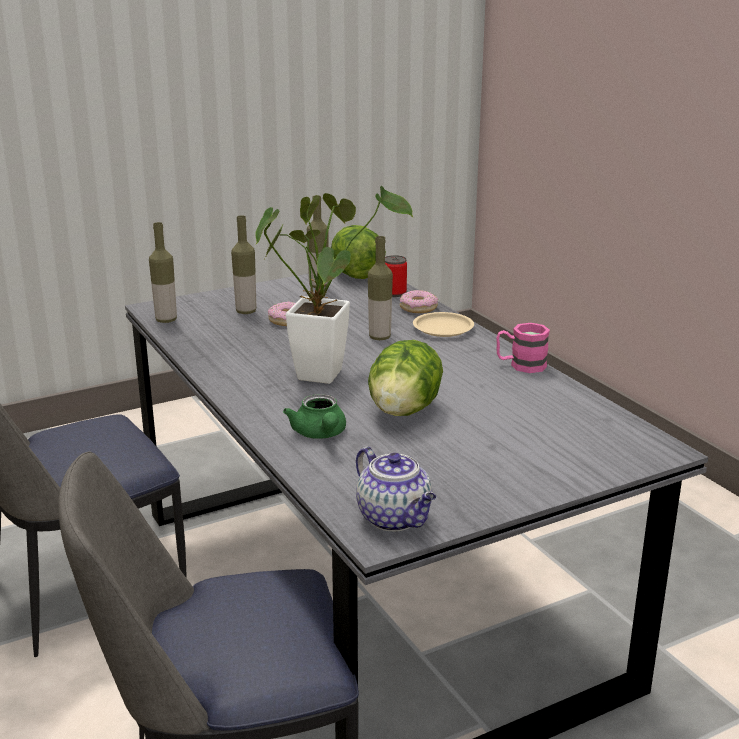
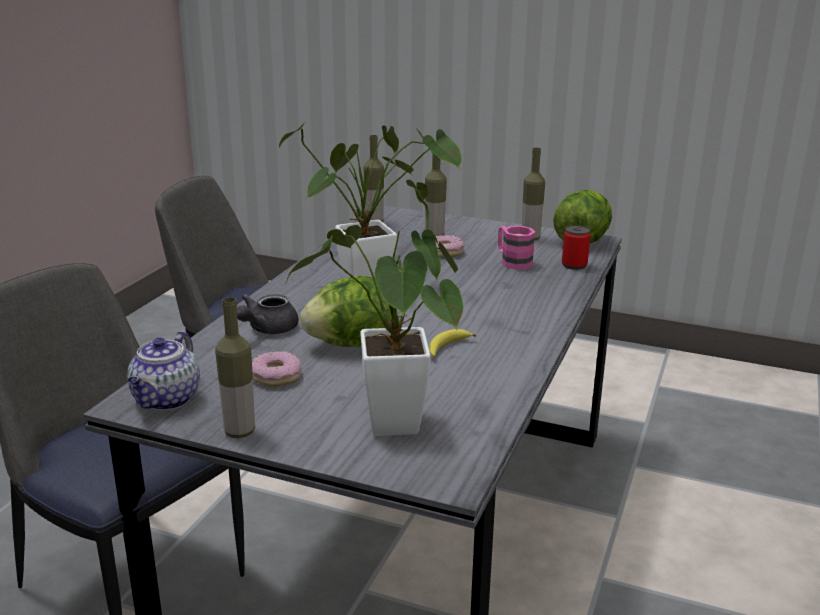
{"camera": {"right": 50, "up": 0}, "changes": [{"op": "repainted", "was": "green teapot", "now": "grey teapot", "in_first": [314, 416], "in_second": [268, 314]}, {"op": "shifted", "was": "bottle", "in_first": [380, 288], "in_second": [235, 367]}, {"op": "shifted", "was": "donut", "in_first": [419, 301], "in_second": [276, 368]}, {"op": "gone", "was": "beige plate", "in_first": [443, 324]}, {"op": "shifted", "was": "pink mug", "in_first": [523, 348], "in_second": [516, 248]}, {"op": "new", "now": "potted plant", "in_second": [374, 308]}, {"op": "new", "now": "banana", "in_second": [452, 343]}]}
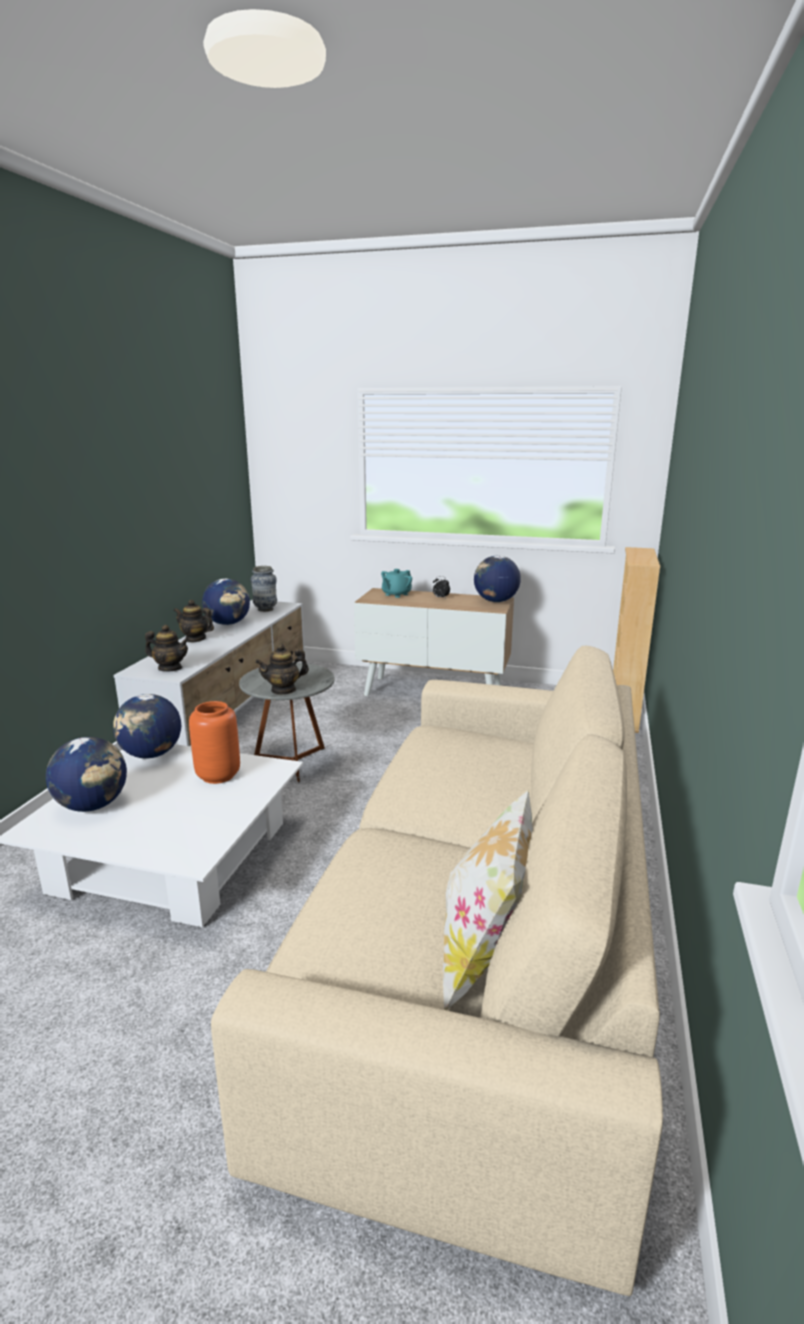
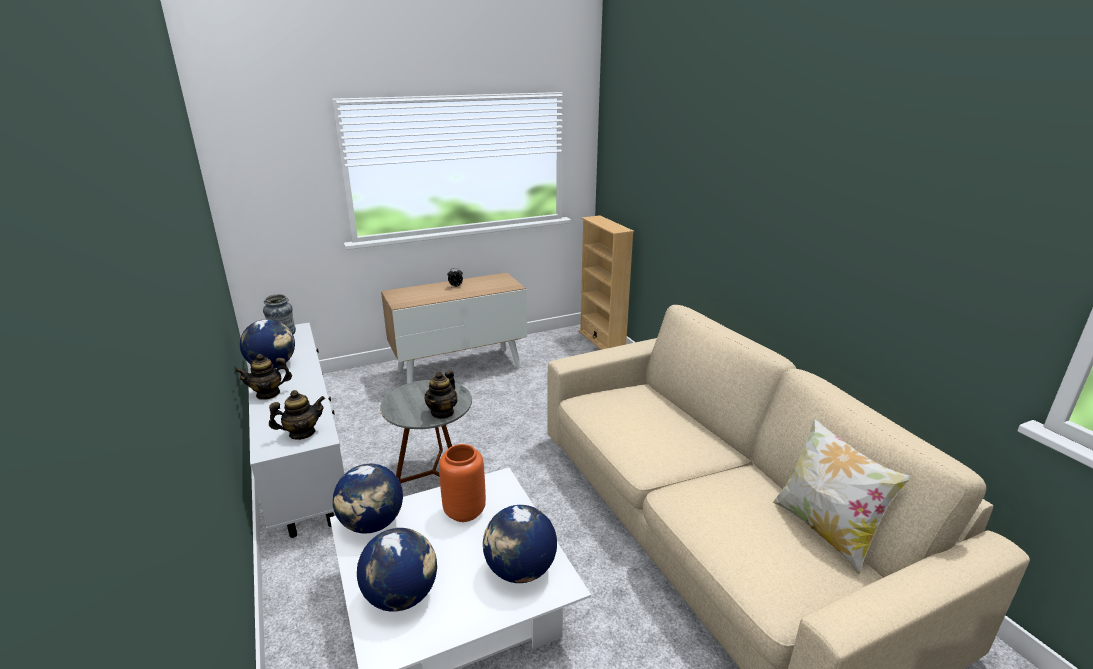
{"camera": {"right": -40, "up": 5}, "changes": [{"op": "gone", "was": "turquoise teapot", "in_first": [396, 583]}, {"op": "shifted", "was": "globe", "in_first": [497, 578], "in_second": [520, 544]}]}
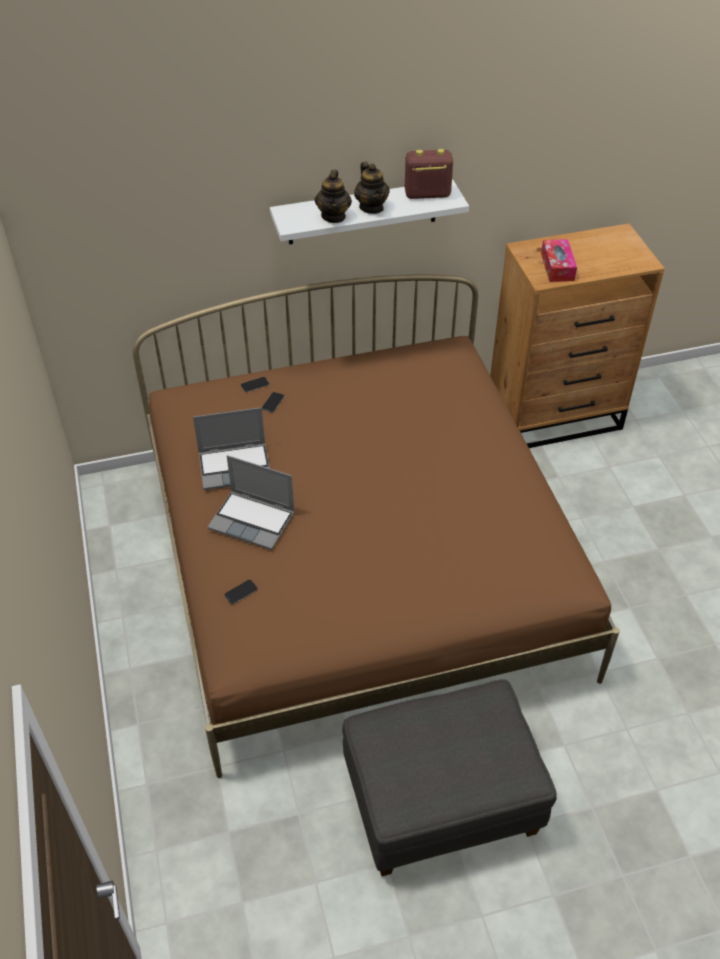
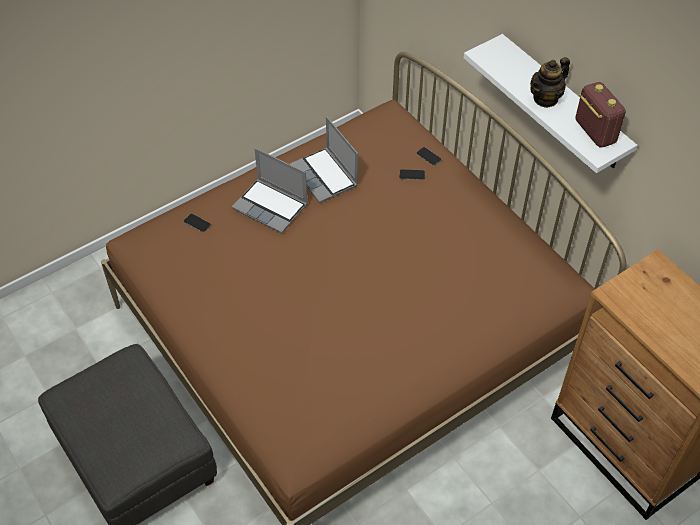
{"camera": {"right": 70, "up": 5}, "changes": [{"op": "rotated", "was": "laptop", "in_first": [251, 502], "in_second": [270, 191], "clockwise": -60}, {"op": "gone", "was": "teapot", "in_first": [333, 196]}, {"op": "gone", "was": "tissue box", "in_first": [559, 260]}]}
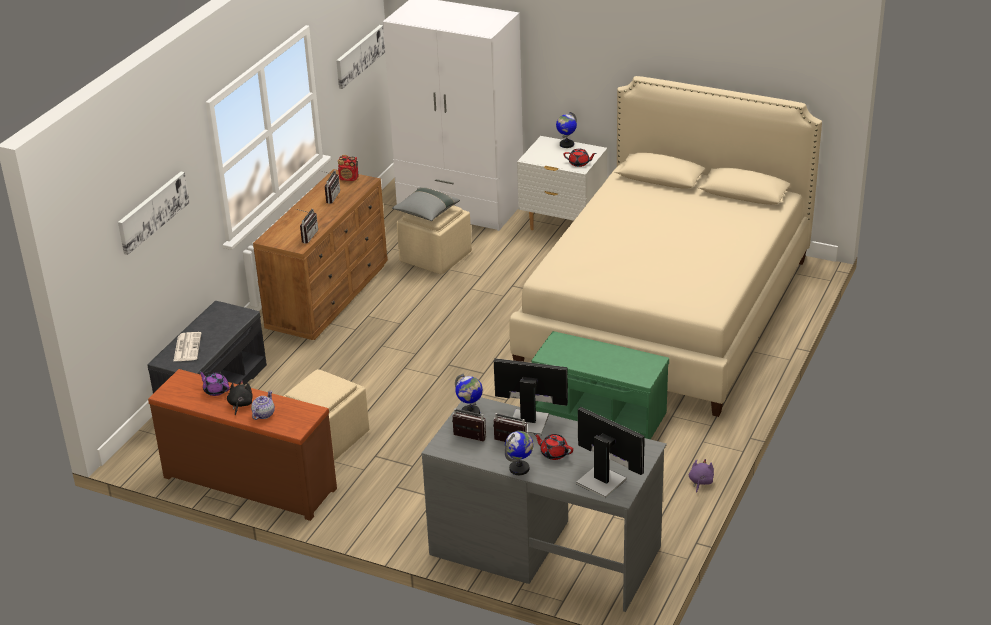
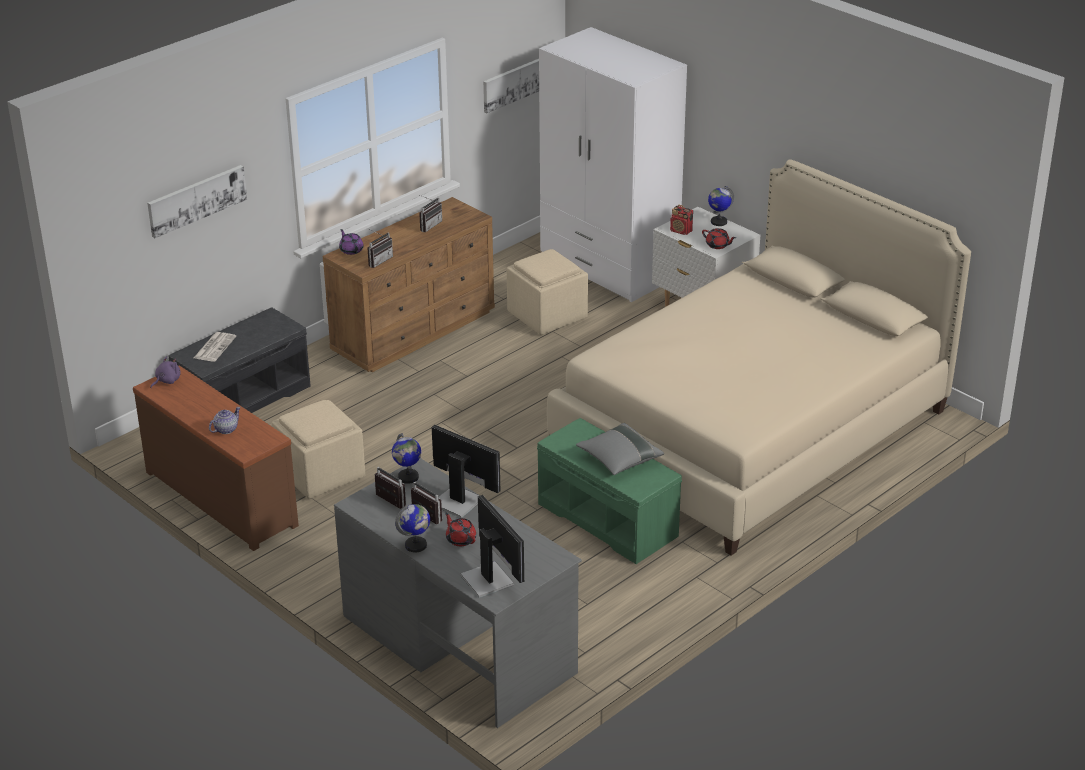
{"camera": {"right": 20, "up": 0}, "changes": [{"op": "shifted", "was": "purple teapot", "in_first": [214, 383], "in_second": [351, 242]}, {"op": "gone", "was": "black plush toy", "in_first": [240, 398]}, {"op": "shifted", "was": "radio", "in_first": [348, 168], "in_second": [681, 220]}, {"op": "shifted", "was": "grey pillow", "in_first": [426, 204], "in_second": [620, 449]}, {"op": "shifted", "was": "purple plush toy", "in_first": [701, 476], "in_second": [165, 372]}]}
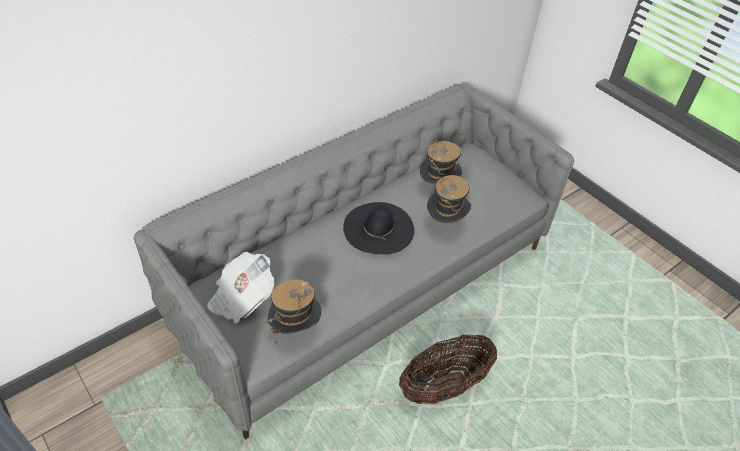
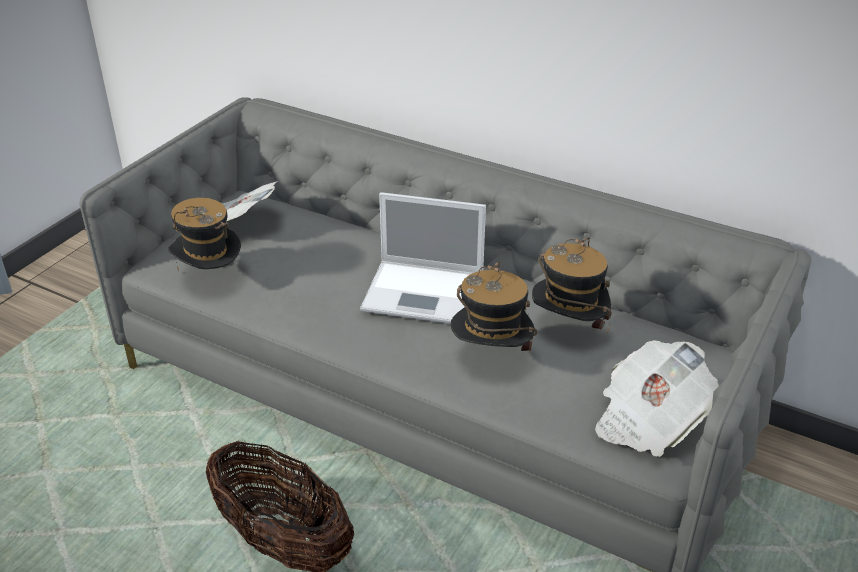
{"camera": {"right": 70, "up": -10}, "changes": [{"op": "swapped", "was": "black hat", "now": "laptop", "in_first": [378, 228], "in_second": [423, 258]}, {"op": "new", "now": "newspaper", "in_second": [657, 398]}]}
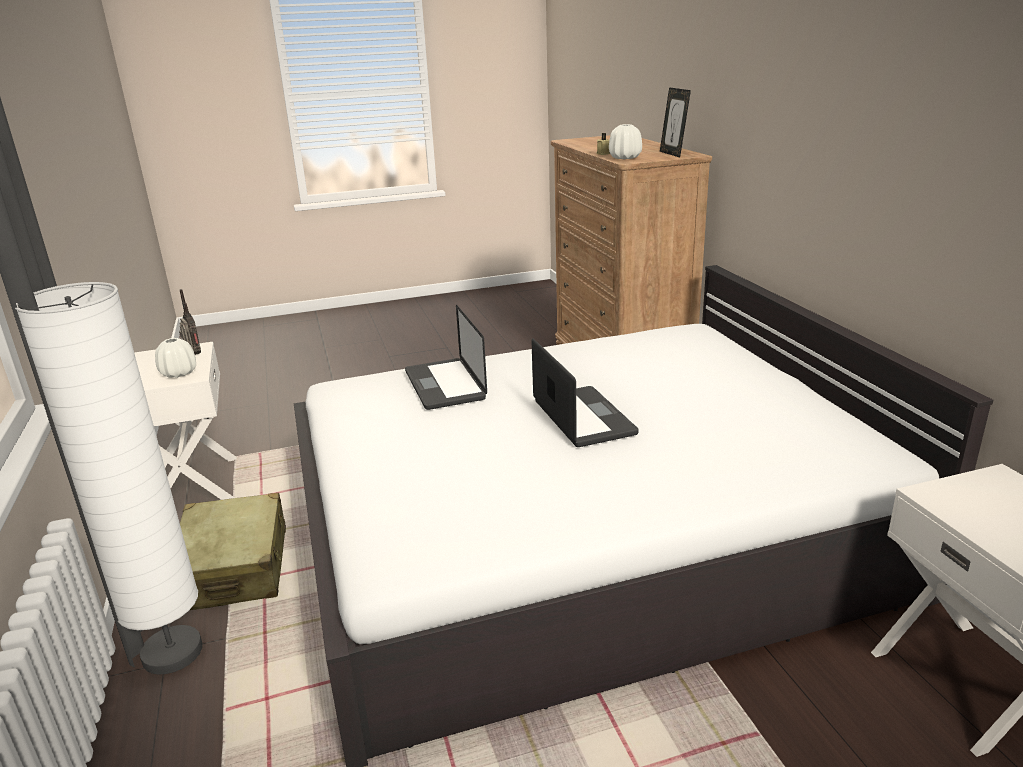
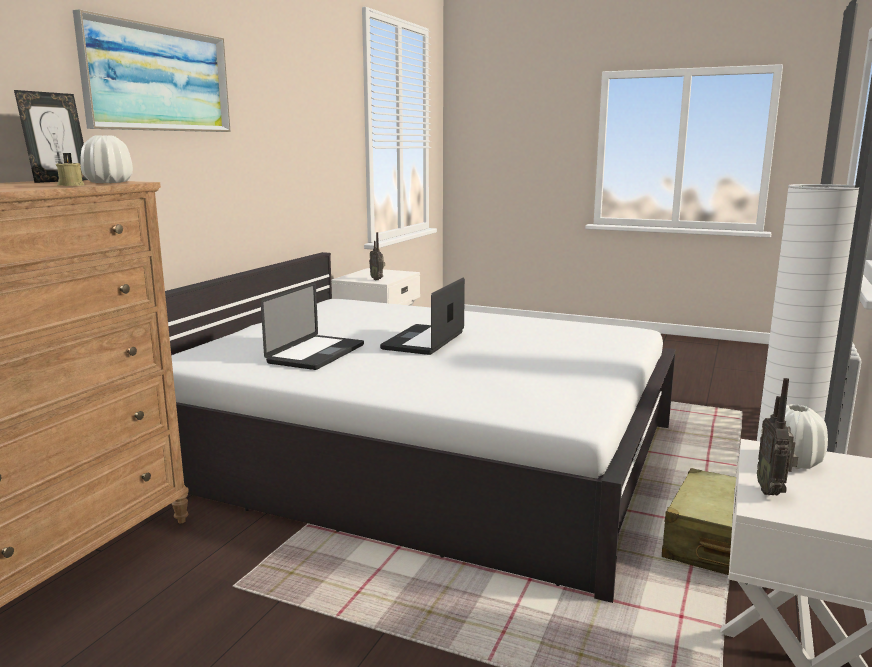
{"camera": {"right": -140, "up": -10}, "changes": [{"op": "shifted", "was": "laptop", "in_first": [446, 357], "in_second": [312, 326]}, {"op": "new", "now": "picture", "in_second": [151, 70]}, {"op": "new", "now": "radio", "in_second": [377, 256]}]}
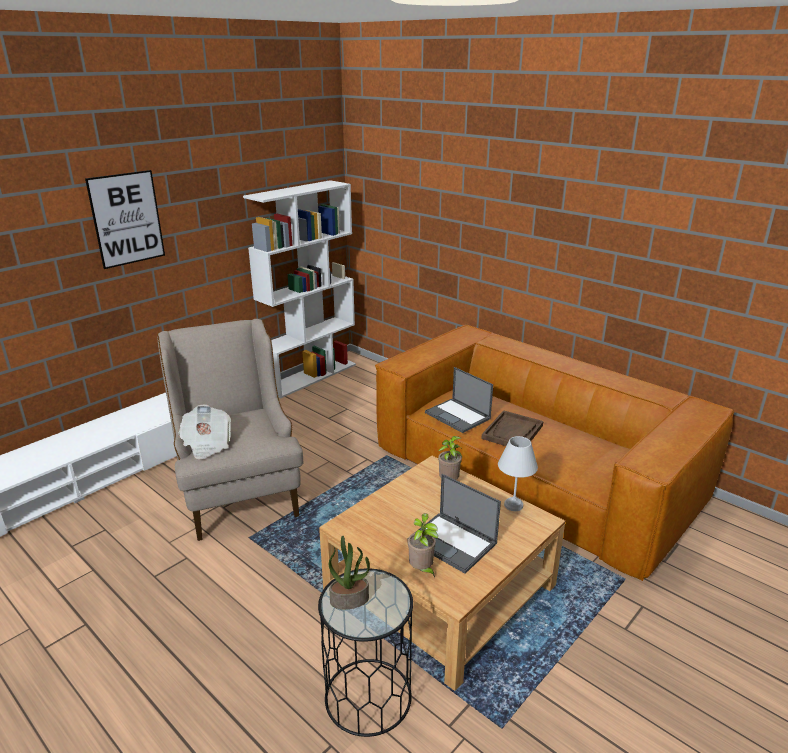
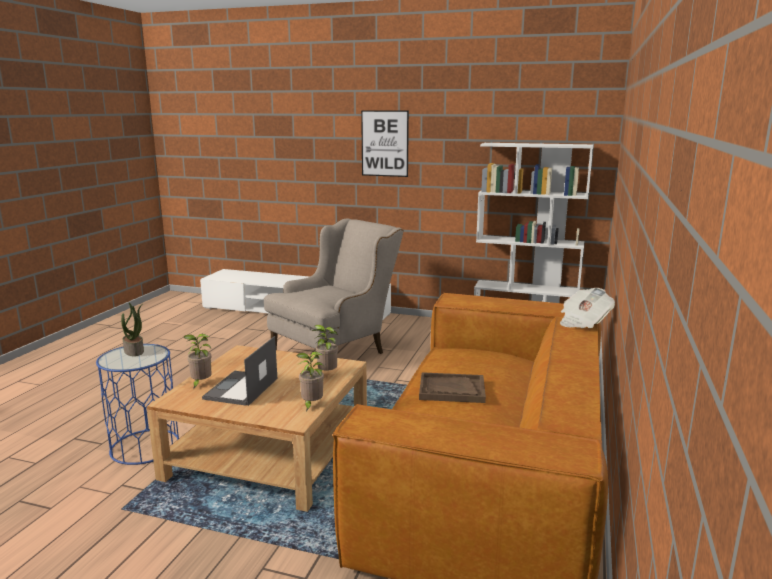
{"camera": {"right": 65, "up": -10}, "changes": [{"op": "shifted", "was": "newspaper", "in_first": [204, 432], "in_second": [587, 308]}, {"op": "repainted", "was": "black side table", "now": "blue side table", "in_first": [365, 652], "in_second": [137, 404]}, {"op": "gone", "was": "laptop", "in_first": [459, 400]}, {"op": "swapped", "was": "white table lamp", "now": "potted plant", "in_first": [518, 473], "in_second": [310, 381]}]}
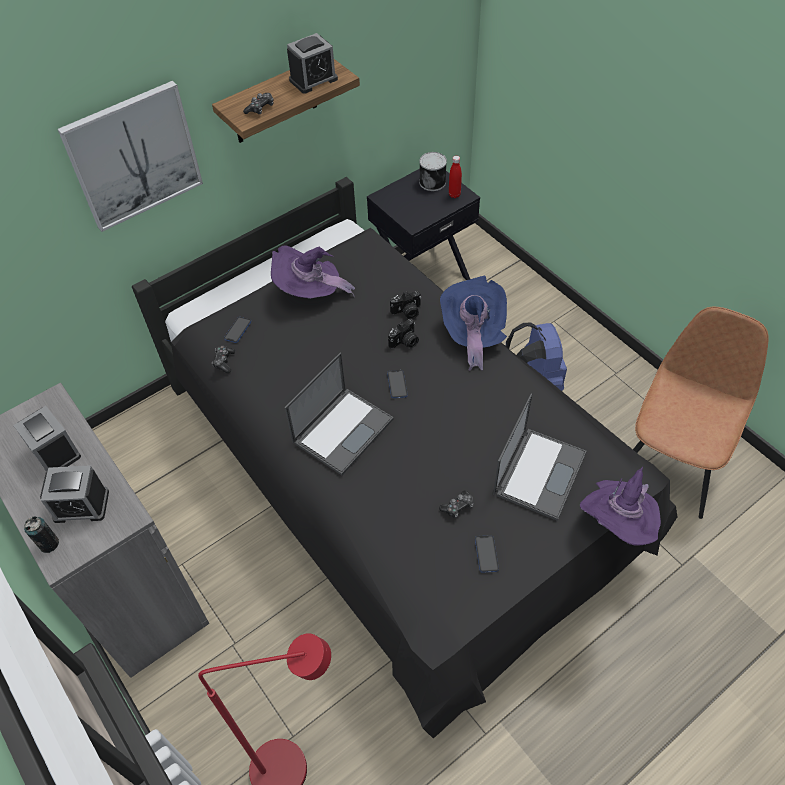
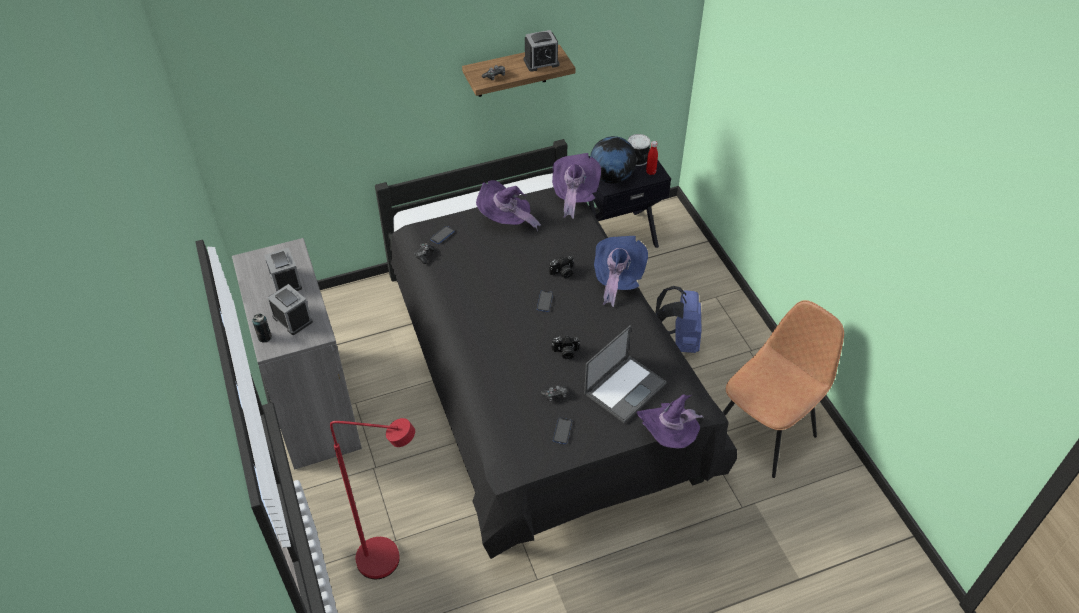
{"camera": {"right": 15, "up": -5}, "changes": [{"op": "rotated", "was": "alarm clock", "in_first": [74, 494], "in_second": [290, 309], "clockwise": -150}, {"op": "gone", "was": "picture", "in_first": [130, 156]}, {"op": "gone", "was": "laptop", "in_first": [339, 414]}, {"op": "shifted", "was": "photo camera", "in_first": [405, 305], "in_second": [566, 347]}, {"op": "new", "now": "purple hat", "in_second": [576, 186]}, {"op": "new", "now": "globe", "in_second": [613, 160]}]}
